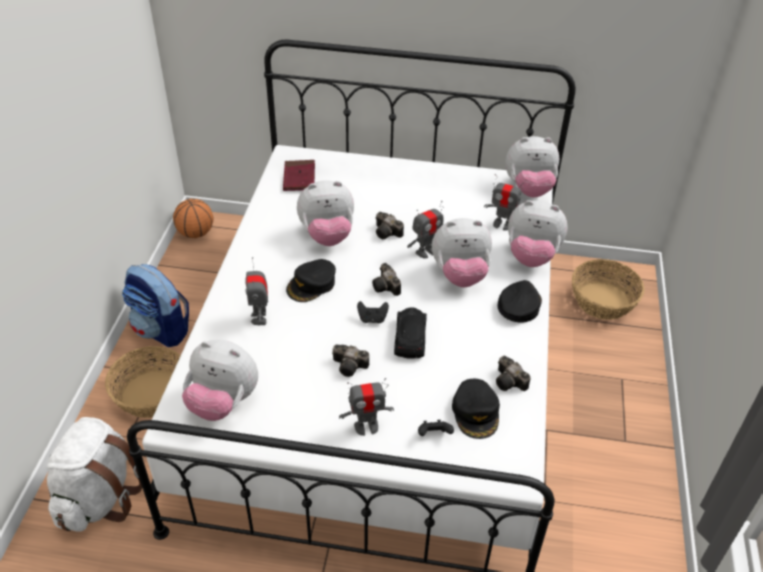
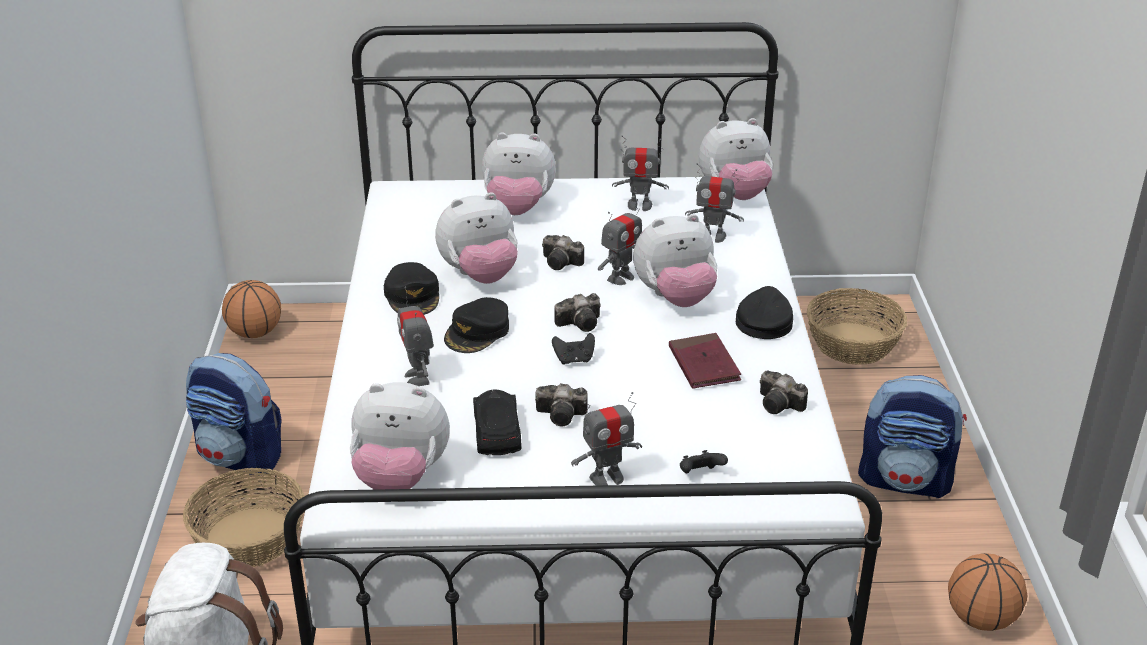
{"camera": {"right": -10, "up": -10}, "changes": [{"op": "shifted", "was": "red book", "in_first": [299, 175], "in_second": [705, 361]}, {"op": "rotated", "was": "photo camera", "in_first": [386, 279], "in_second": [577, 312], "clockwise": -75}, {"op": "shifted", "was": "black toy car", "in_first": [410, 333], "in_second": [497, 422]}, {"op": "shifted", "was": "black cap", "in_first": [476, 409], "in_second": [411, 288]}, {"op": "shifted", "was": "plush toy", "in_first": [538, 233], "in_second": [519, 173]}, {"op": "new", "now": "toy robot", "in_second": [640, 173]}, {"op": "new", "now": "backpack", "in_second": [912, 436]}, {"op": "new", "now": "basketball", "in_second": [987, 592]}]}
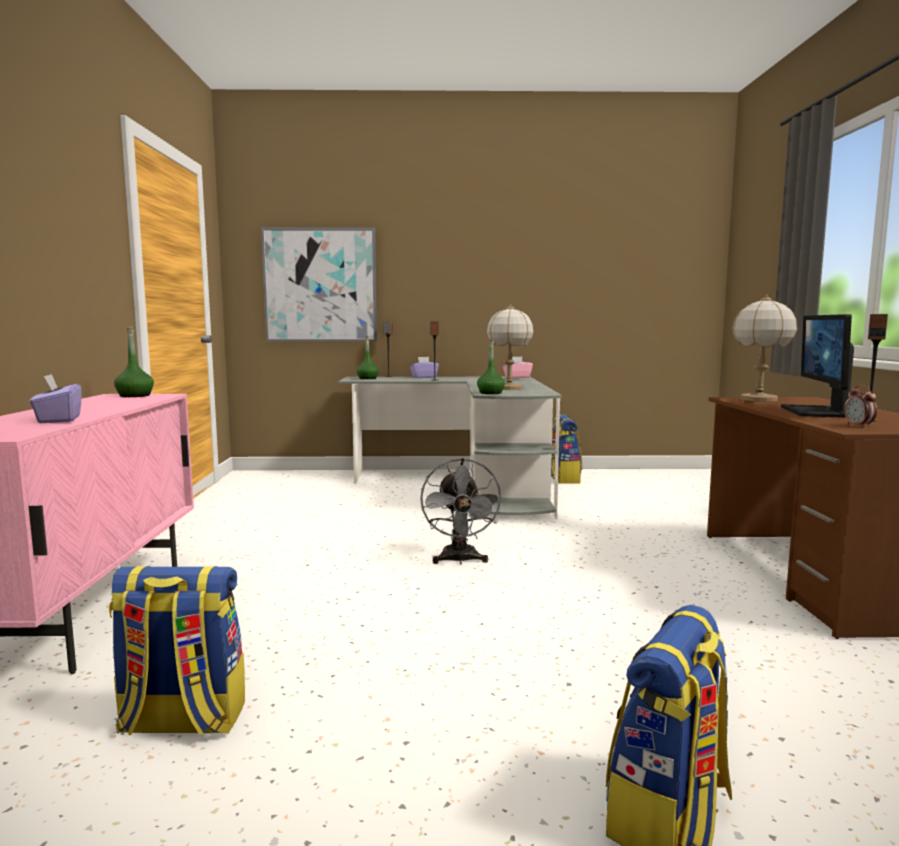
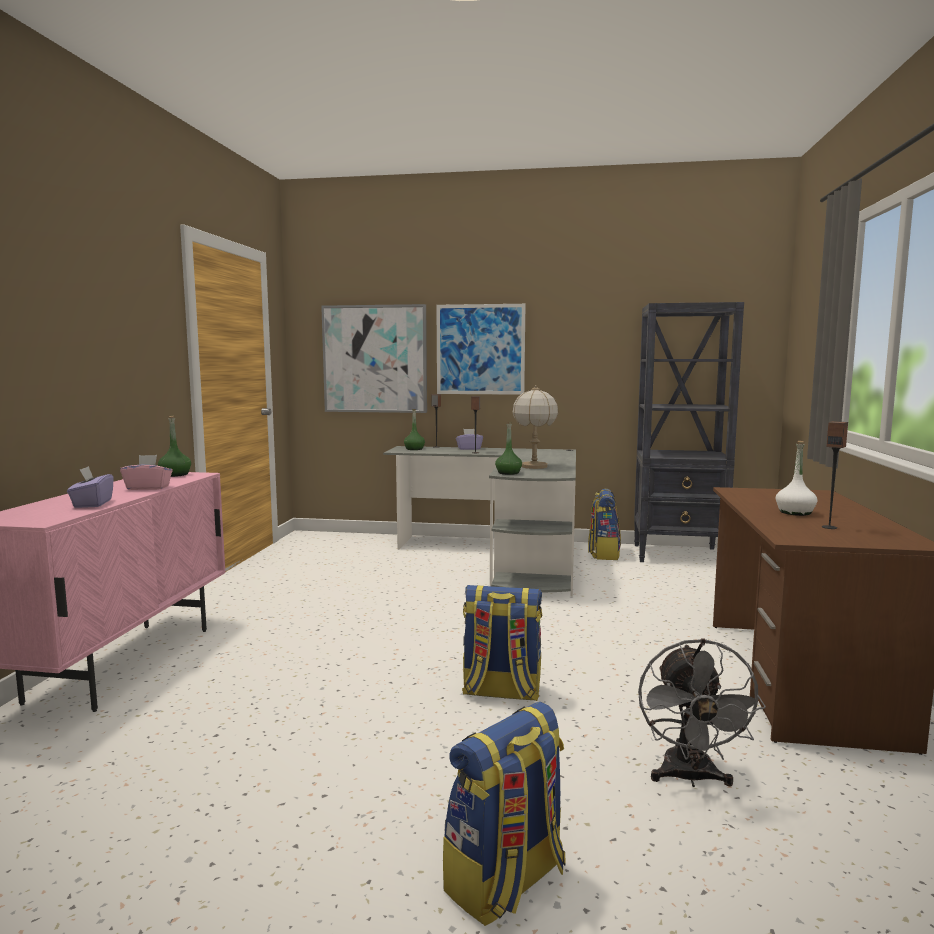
{"camera": {"right": 10, "up": 0}, "changes": [{"op": "shifted", "was": "backpack", "in_first": [177, 650], "in_second": [502, 643]}, {"op": "shifted", "was": "grey fan", "in_first": [461, 511], "in_second": [702, 712]}, {"op": "shifted", "was": "pink tissue box", "in_first": [518, 367], "in_second": [146, 472]}, {"op": "gone", "was": "table lamp", "in_first": [765, 348]}, {"op": "swapped", "was": "monitor", "now": "white bottle", "in_first": [817, 366], "in_second": [796, 478]}, {"op": "gone", "was": "alarm clock", "in_first": [860, 406]}, {"op": "new", "now": "picture", "in_second": [480, 349]}, {"op": "new", "now": "black bookcase", "in_second": [689, 432]}]}
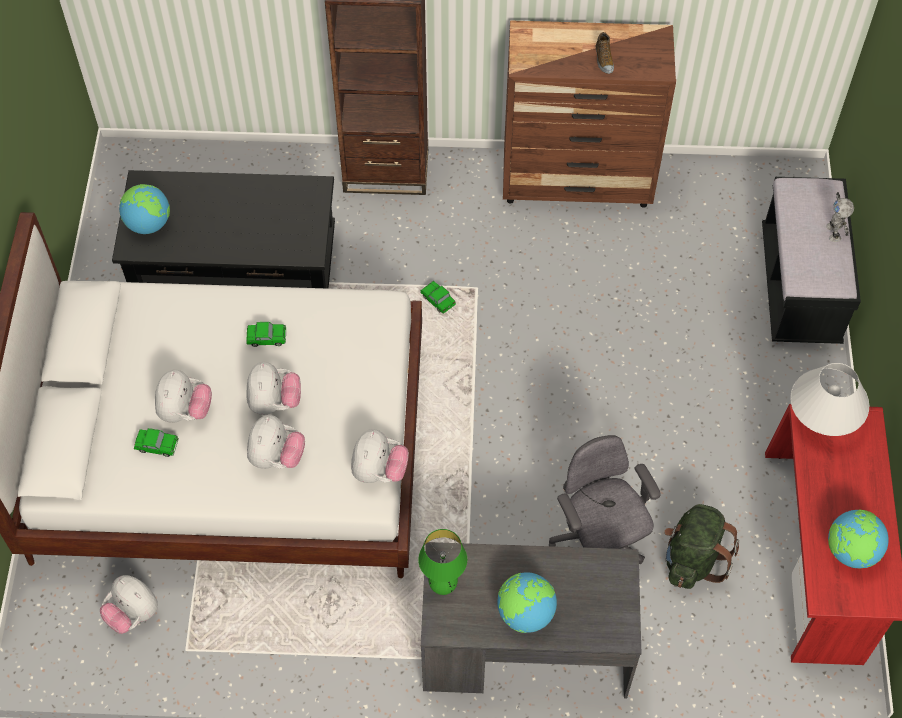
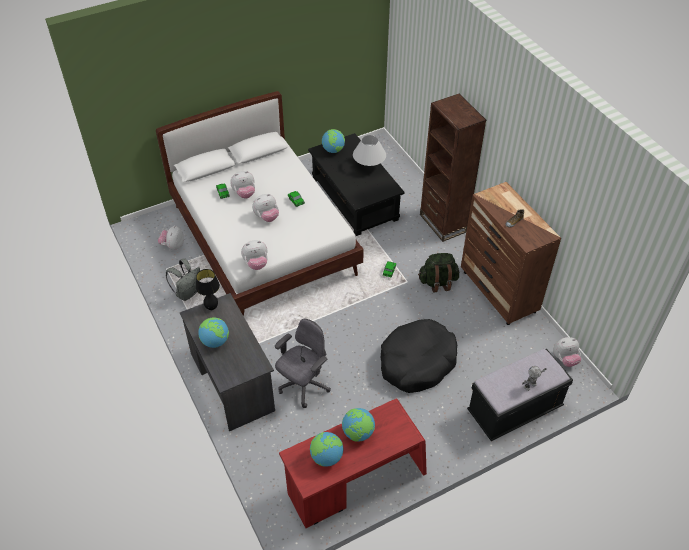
{"camera": {"right": 60, "up": -10}, "changes": [{"op": "shifted", "was": "plush toy", "in_first": [276, 442], "in_second": [567, 352]}, {"op": "repainted", "was": "green table lamp", "now": "black table lamp", "in_first": [442, 562], "in_second": [208, 289]}, {"op": "shifted", "was": "green backpack", "in_first": [701, 546], "in_second": [439, 273]}, {"op": "shifted", "was": "white table lamp", "in_first": [829, 399], "in_second": [369, 150]}, {"op": "new", "now": "grey backpack", "in_second": [183, 280]}, {"op": "new", "now": "globe", "in_second": [358, 424]}, {"op": "new", "now": "black dog bed", "in_second": [419, 356]}]}
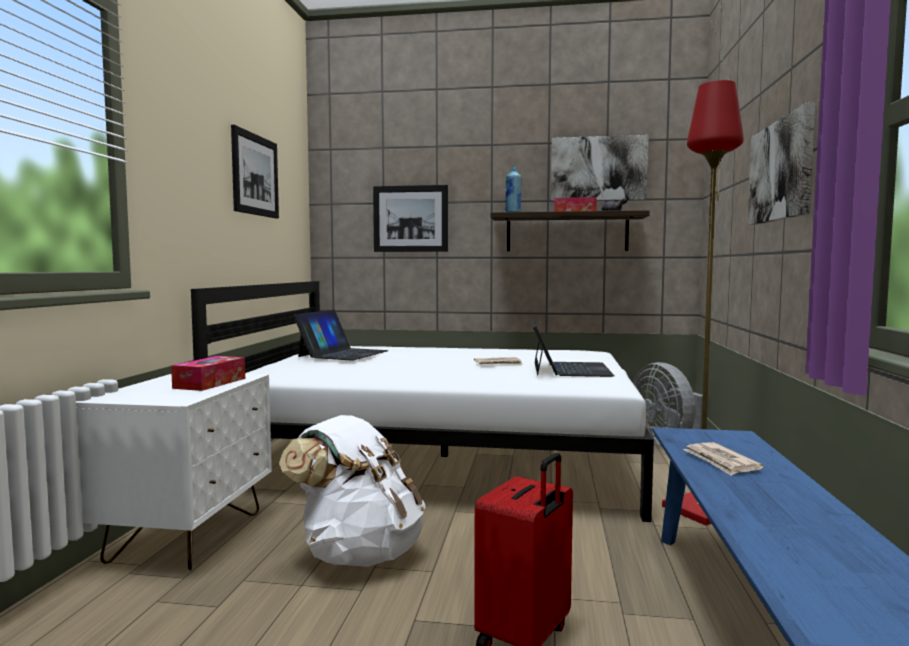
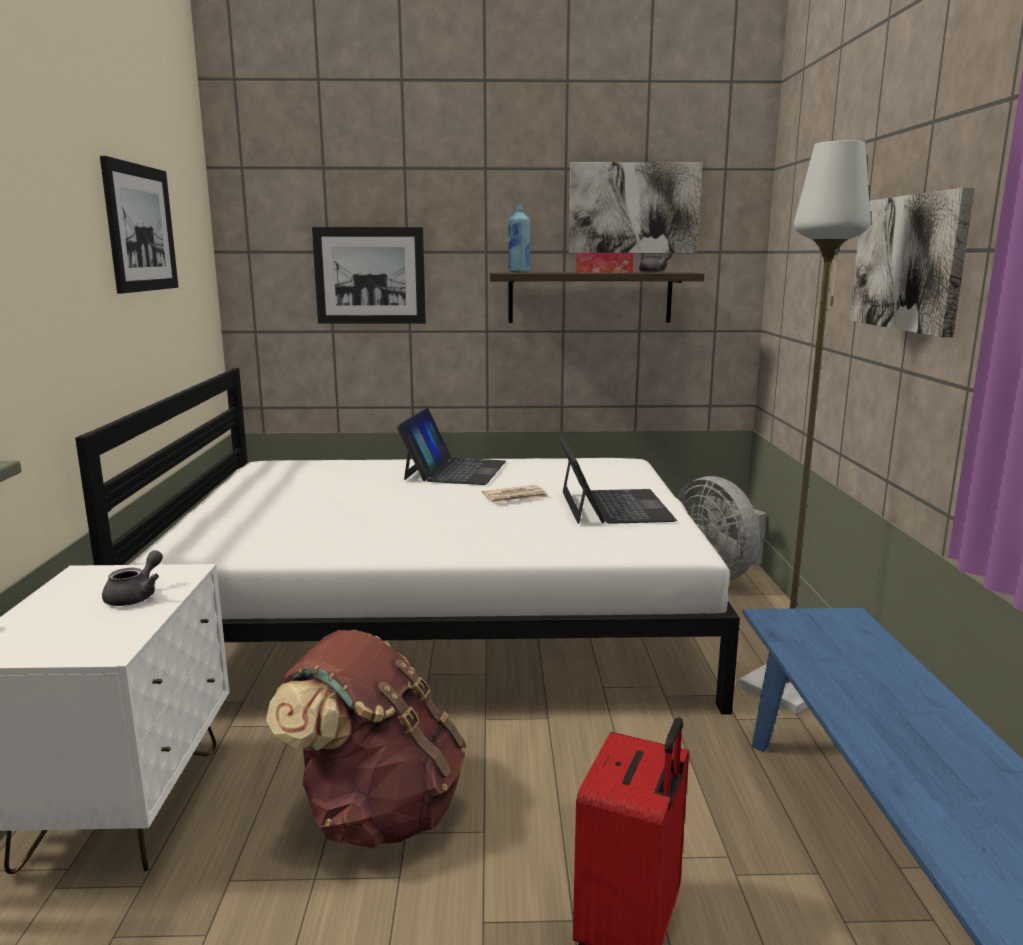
{"camera": {"right": -10, "up": 10}, "changes": [{"op": "swapped", "was": "tissue box", "now": "grey teapot", "in_first": [208, 373], "in_second": [132, 578]}, {"op": "repainted", "was": "white backpack", "now": "brown backpack", "in_first": [352, 491], "in_second": [366, 739]}, {"op": "shifted", "was": "laptop", "in_first": [341, 335], "in_second": [451, 446]}, {"op": "repainted", "was": "red floor lamp", "now": "grey floor lamp", "in_first": [703, 302], "in_second": [804, 427]}, {"op": "gone", "was": "newspaper", "in_first": [723, 459]}]}
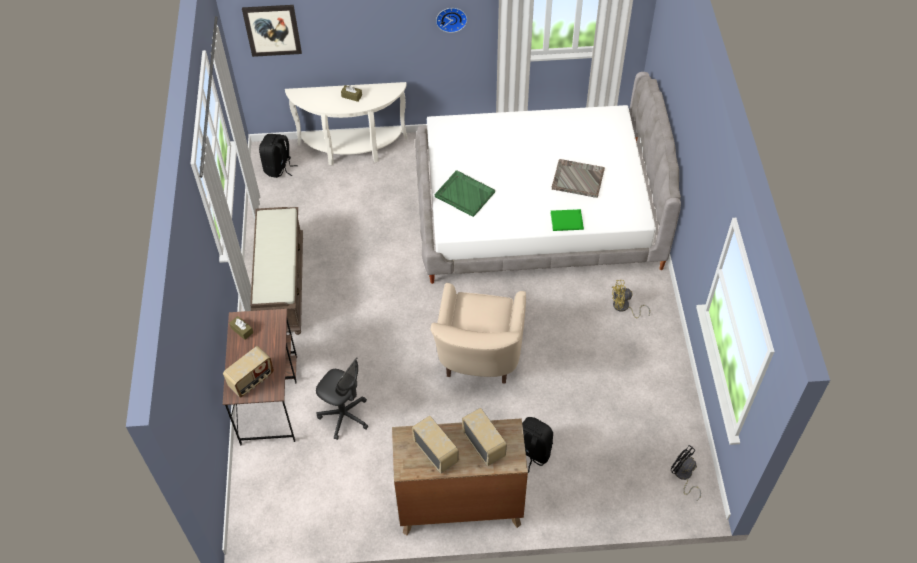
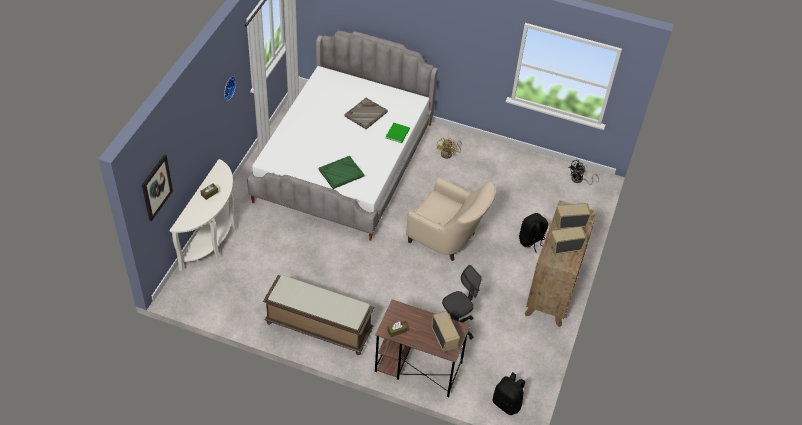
{"camera": {"right": -70, "up": -5}, "changes": [{"op": "shifted", "was": "black backpack", "in_first": [278, 156], "in_second": [509, 393]}]}
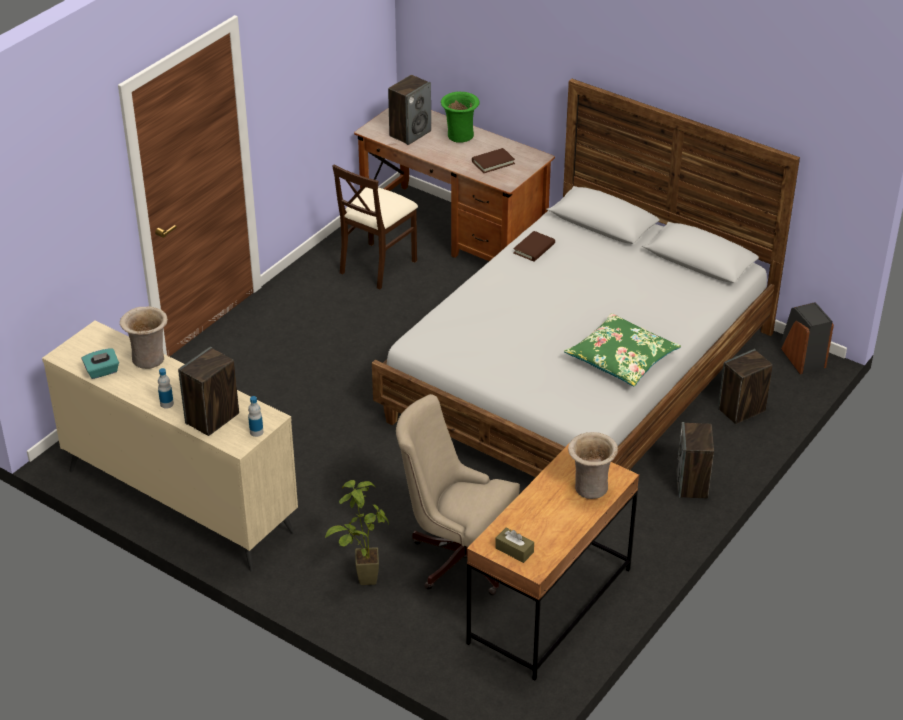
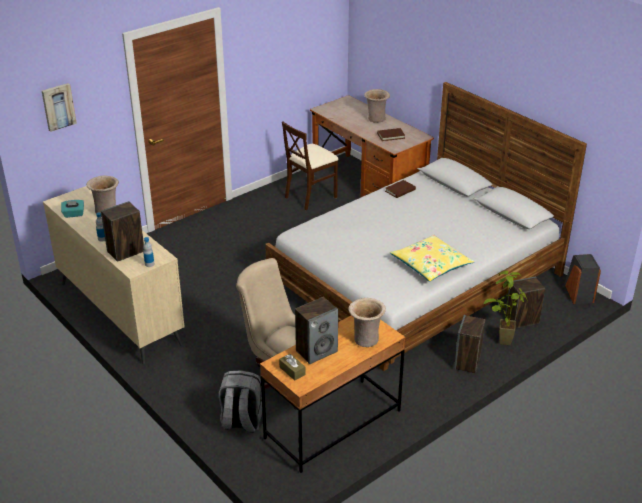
{"camera": {"right": 15, "up": -5}, "changes": [{"op": "shifted", "was": "potted plant", "in_first": [357, 532], "in_second": [505, 308]}, {"op": "shifted", "was": "speaker", "in_first": [409, 110], "in_second": [316, 330]}, {"op": "repainted", "was": "green vase", "now": "beige vase", "in_first": [460, 117], "in_second": [377, 106]}, {"op": "repainted", "was": "green pillow", "now": "yellow pillow", "in_first": [622, 349], "in_second": [432, 258]}, {"op": "new", "now": "picture", "in_second": [59, 107]}, {"op": "new", "now": "grey backpack", "in_second": [240, 401]}]}
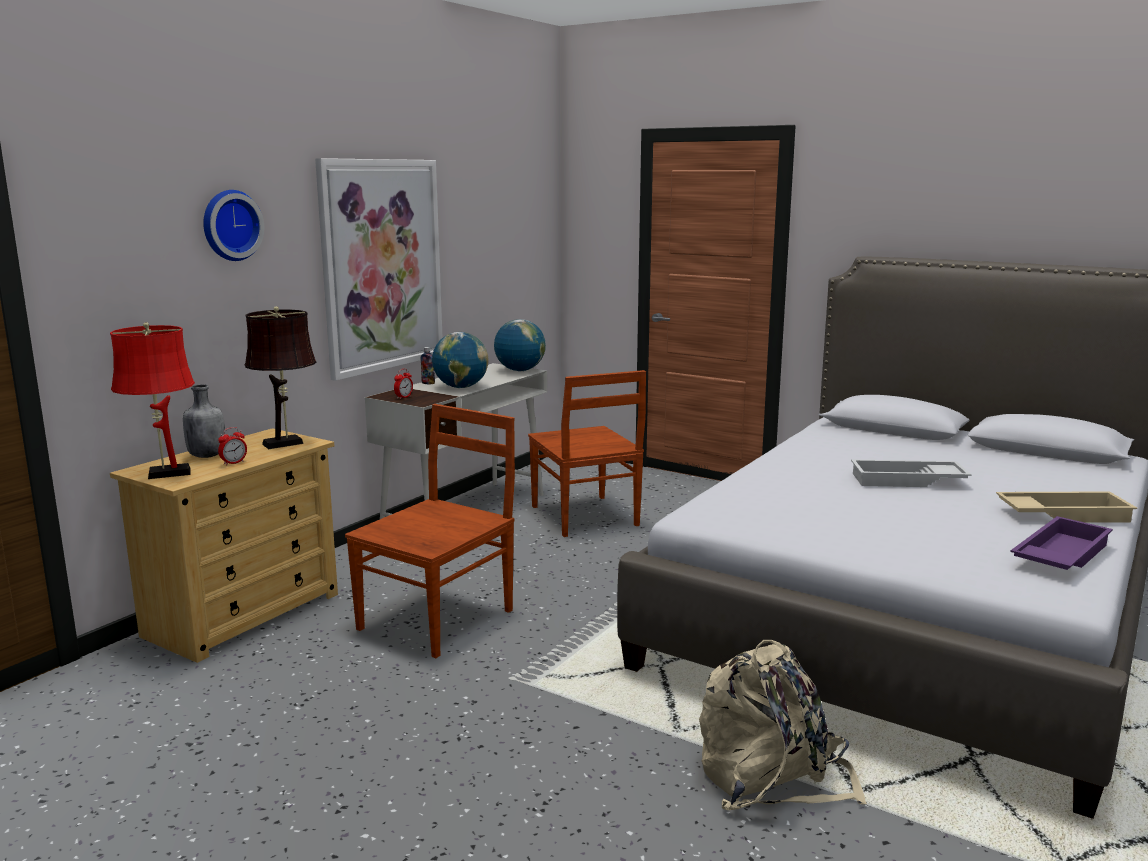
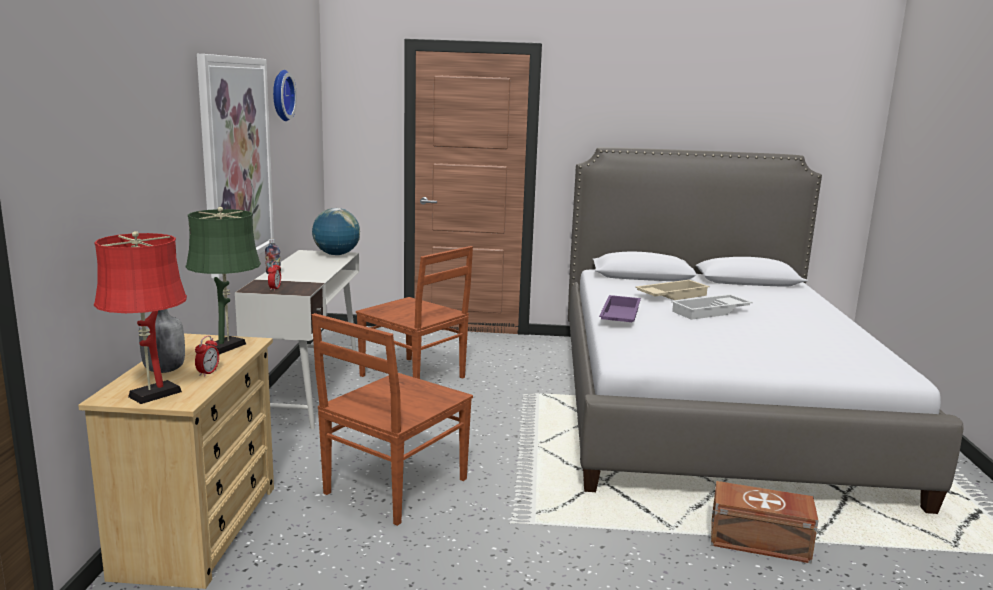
{"camera": {"right": -30, "up": 0}, "changes": [{"op": "shifted", "was": "wall clock", "in_first": [233, 225], "in_second": [285, 95]}, {"op": "repainted", "was": "brown table lamp", "now": "green table lamp", "in_first": [281, 377], "in_second": [223, 280]}, {"op": "rotated", "was": "brown chair", "in_first": [430, 531], "in_second": [392, 419], "clockwise": -150}, {"op": "gone", "was": "globe", "in_first": [460, 360]}, {"op": "swapped", "was": "beige backpack", "now": "brown storage box", "in_first": [783, 725], "in_second": [765, 522]}, {"op": "shifted", "was": "beige tray", "in_first": [1066, 507], "in_second": [672, 290]}, {"op": "shifted", "was": "purple tray", "in_first": [1062, 543], "in_second": [620, 308]}]}
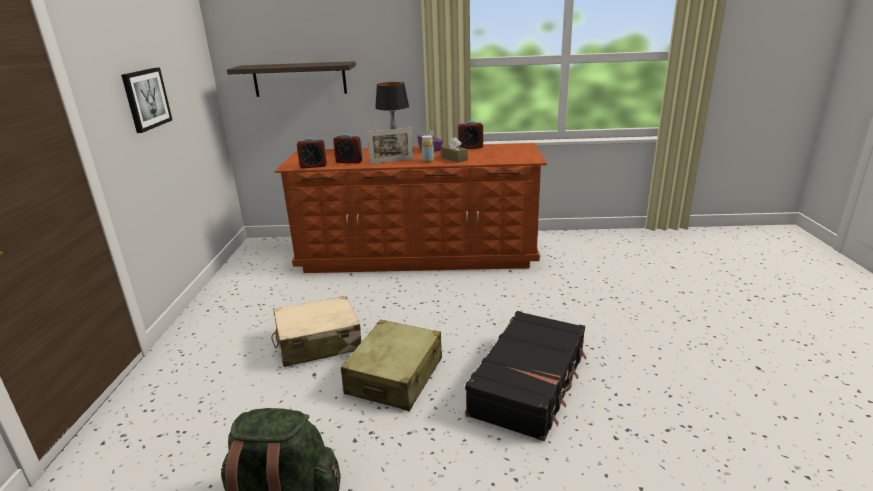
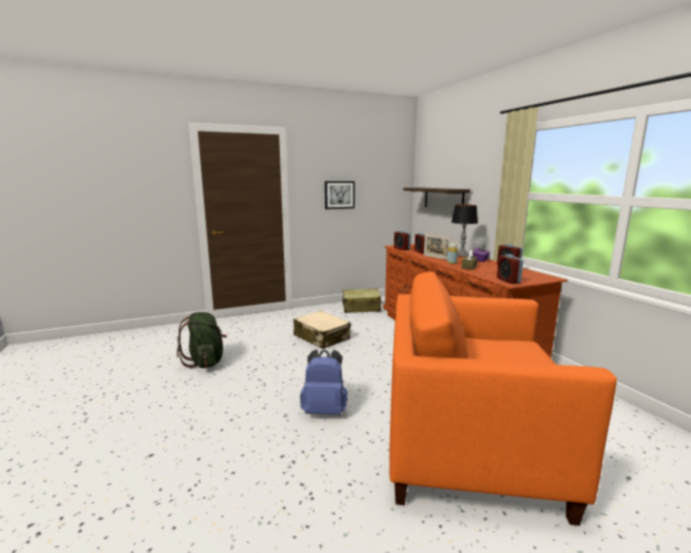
{"camera": {"right": 65, "up": -10}, "changes": [{"op": "shifted", "was": "beige suitcase", "in_first": [391, 365], "in_second": [362, 300]}, {"op": "swapped", "was": "black suitcase", "now": "blue backpack", "in_first": [526, 376], "in_second": [323, 382]}, {"op": "new", "now": "orange armchair", "in_second": [503, 398]}, {"op": "new", "now": "alarm clock", "in_second": [510, 269]}]}
